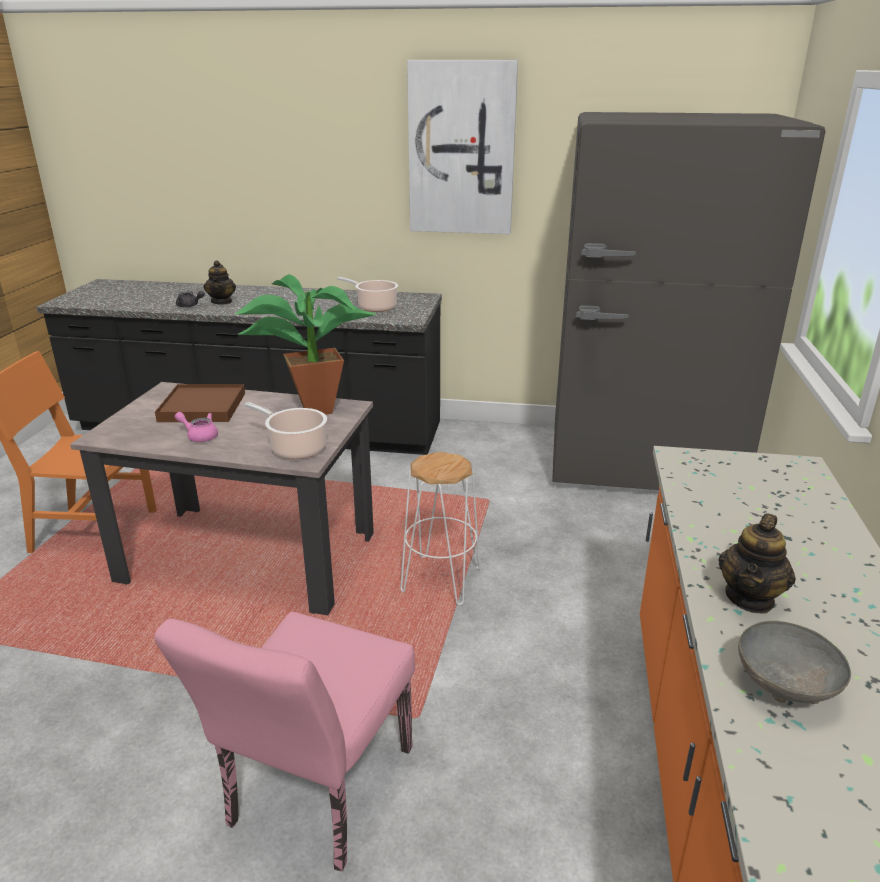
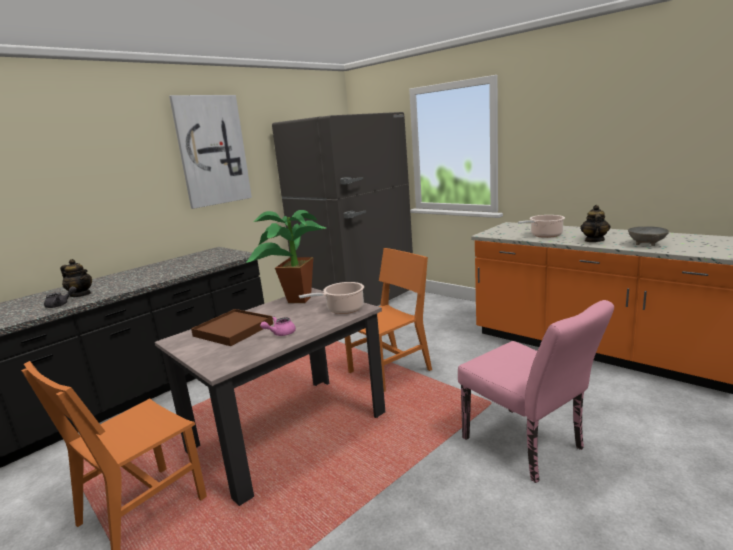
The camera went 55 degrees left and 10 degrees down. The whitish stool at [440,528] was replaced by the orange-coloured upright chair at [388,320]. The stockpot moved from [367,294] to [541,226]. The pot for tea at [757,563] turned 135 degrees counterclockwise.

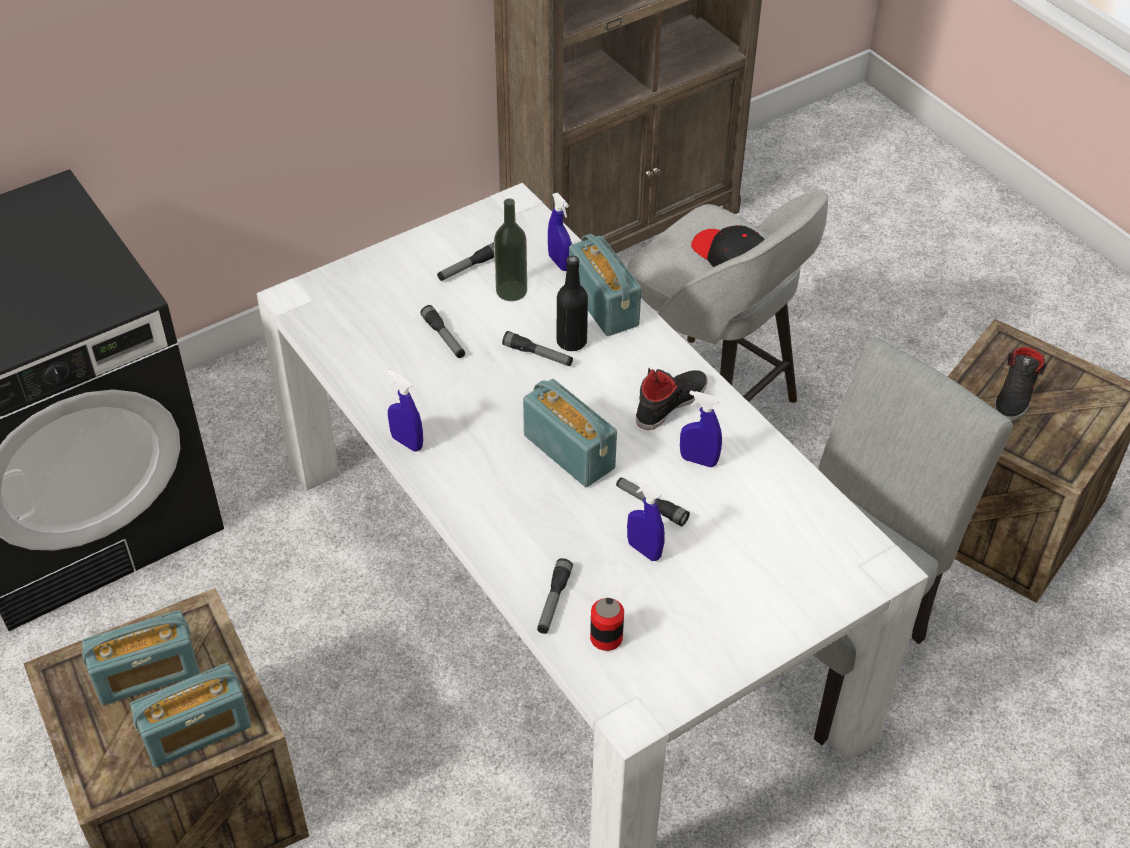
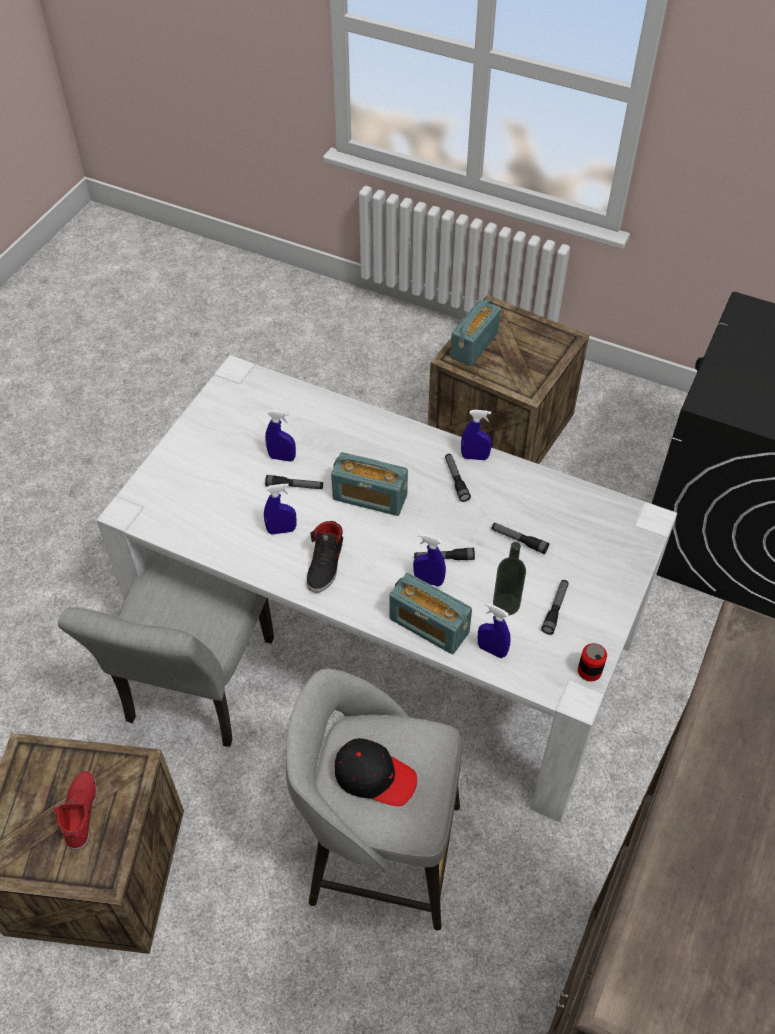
The camera went 150 degrees right and 5 degrees up. The black low shoe at [1020,384] became the red low shoe at [75,810]. The black beverage bottle at [572,303] was replaced by the blue-coloured hand sprayer at [429,560]. The hand torch moved from [555,596] to [458,478]. The sealed can moved from [607,624] to [592,662]. The radio at [140,657] disappeared.

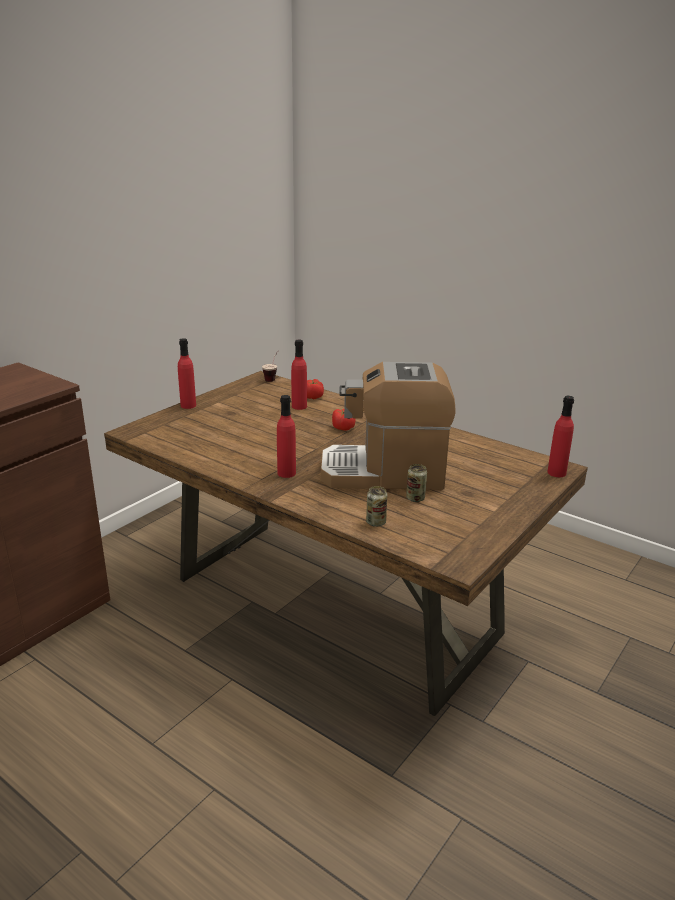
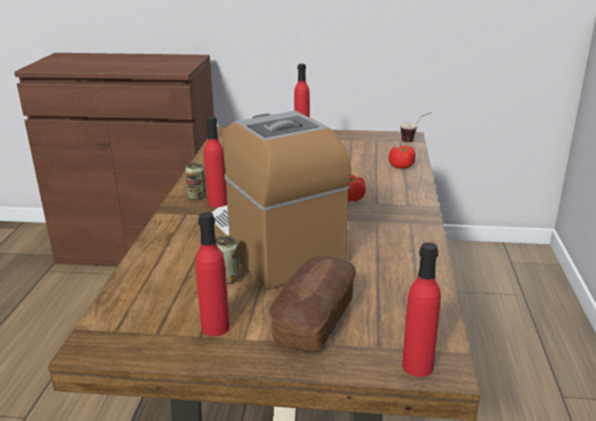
The camera went 60 degrees right and 0 degrees up. The sealed can moved from [376,506] to [195,181]. The red beverage bottle moved from [299,375] to [213,274]. The bakery bread at [313,304] appeared.

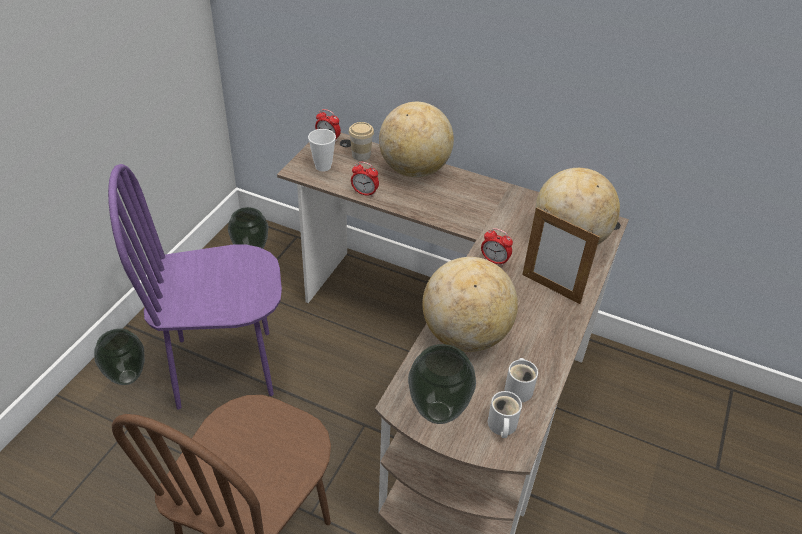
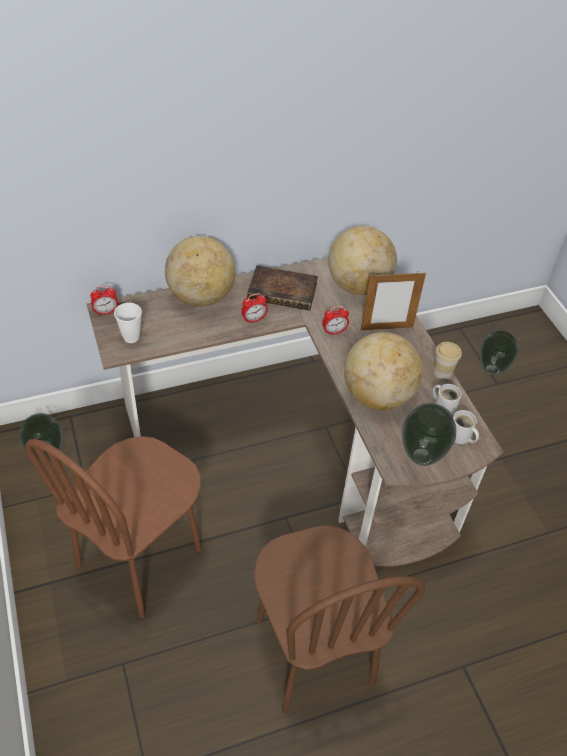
The camera went 45 degrees left and 5 degrees up. The purple-coloured upright chair at [195,287] became the brown-coloured upright chair at [113,527]. The alarm clock moved from [365,179] to [254,308]. The book at [282,288] appeared. The small cup moved from [361,141] to [447,361]. The flower vase moved from [119,356] to [499,352].

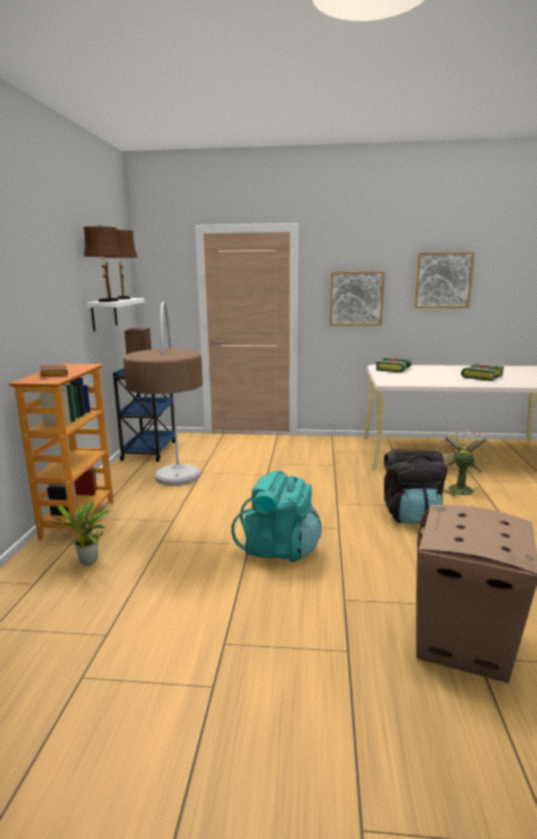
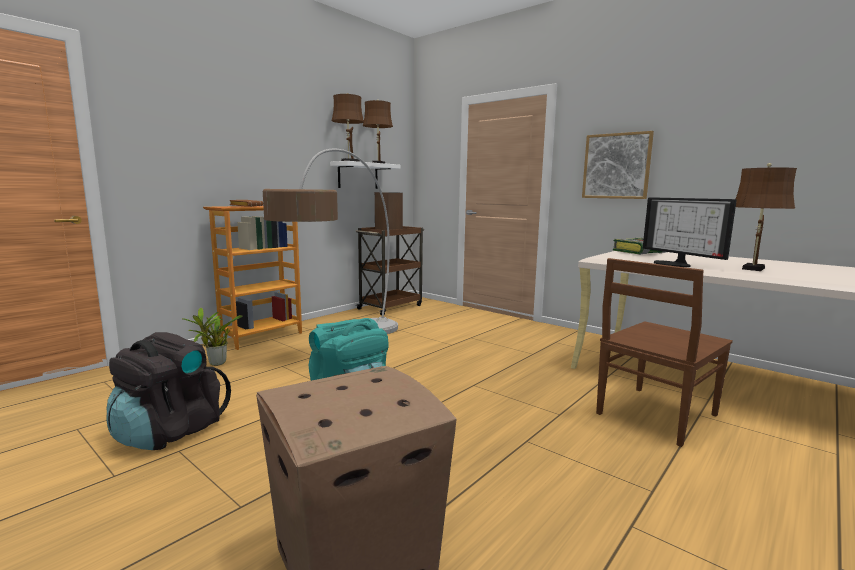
The camera went 35 degrees right and 5 degrees down. The black rucksack moved from [416,486] to [168,391]. The blue-coloured cart at [144,415] became the brown-coloured cart at [389,270]. The green cooling fan at [463,463] was replaced by the brown-coloured upright chair at [664,352]. The computer screen at [690,232] appeared. The book at [482,372] was replaced by the brown-coloured table lamp at [766,217]. The picture at [444,280] disappeared.

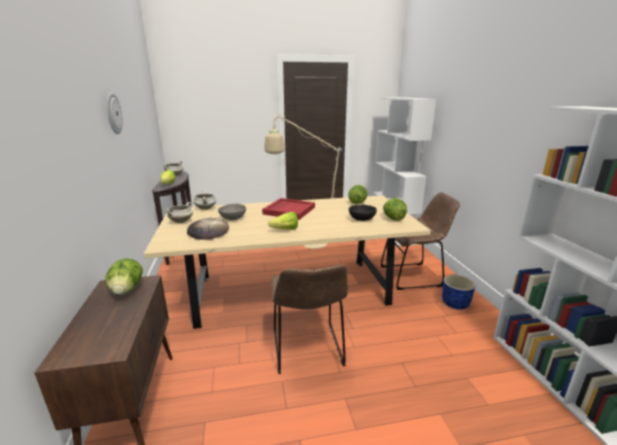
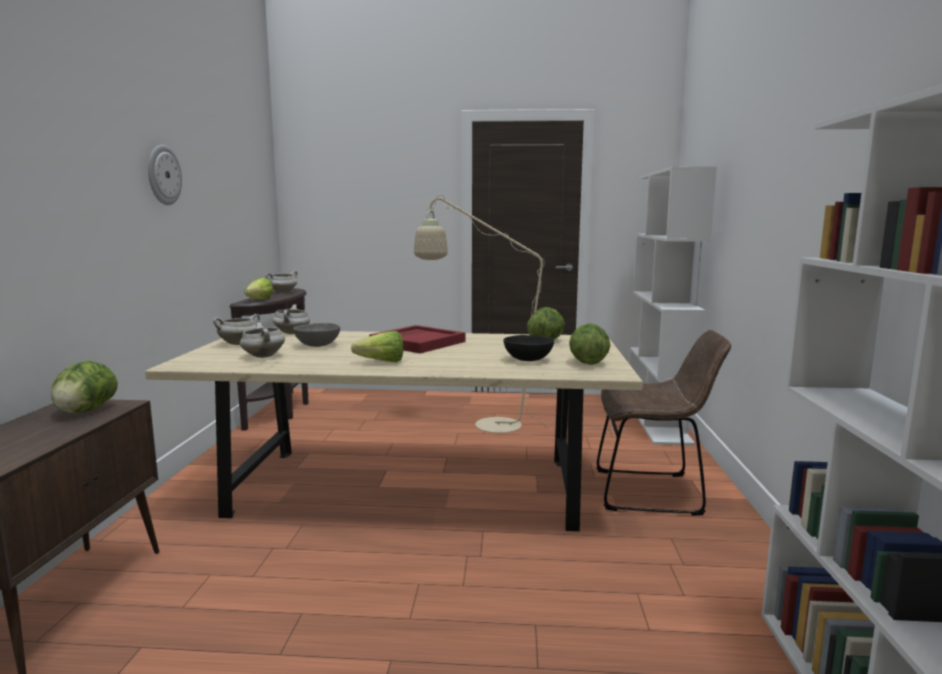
The camera went 15 degrees right and 10 degrees down. The bakery bread at [208,229] was replaced by the whitish stockpot at [262,340]. The brown-coloured upright chair at [309,319] disappeared. The blue-coloured planter at [459,292] disappeared.

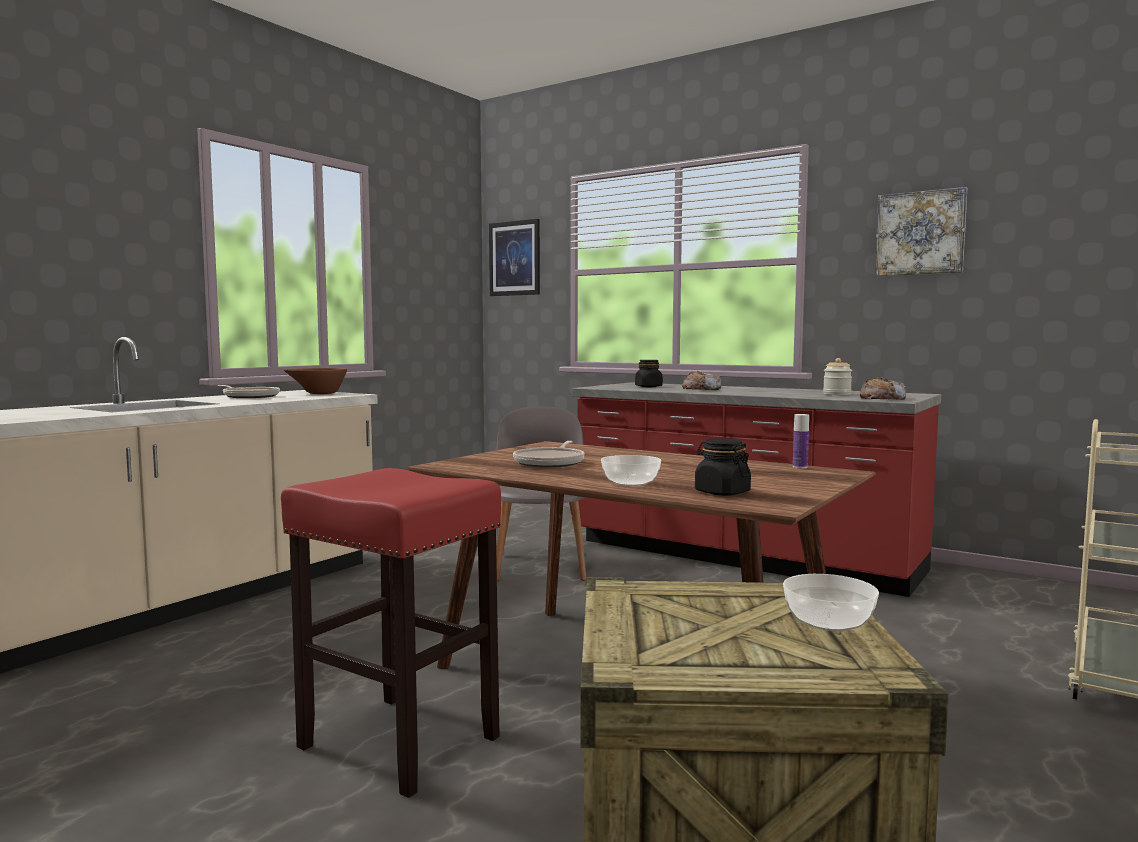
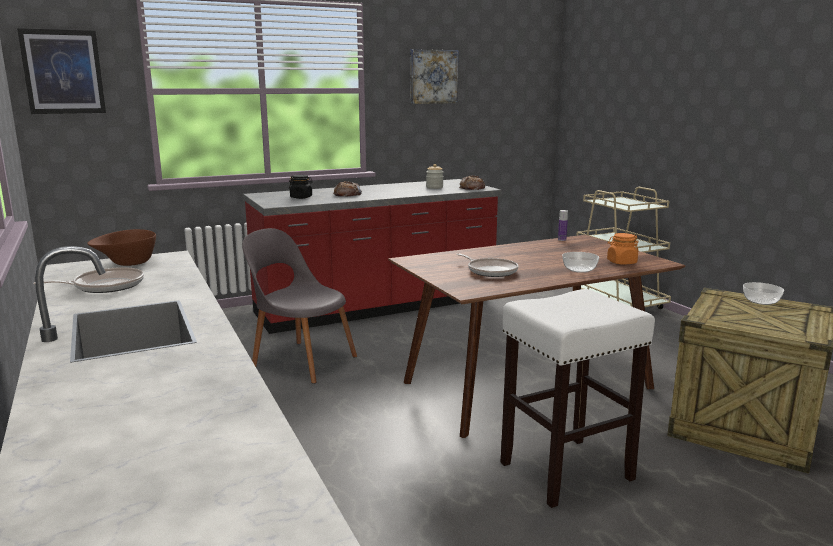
The camera went 60 degrees left and 10 degrees up. The red stool at [391,633] became the whitish stool at [578,398]. The black preserve jar at [723,467] became the orange-coloured preserve jar at [623,249].

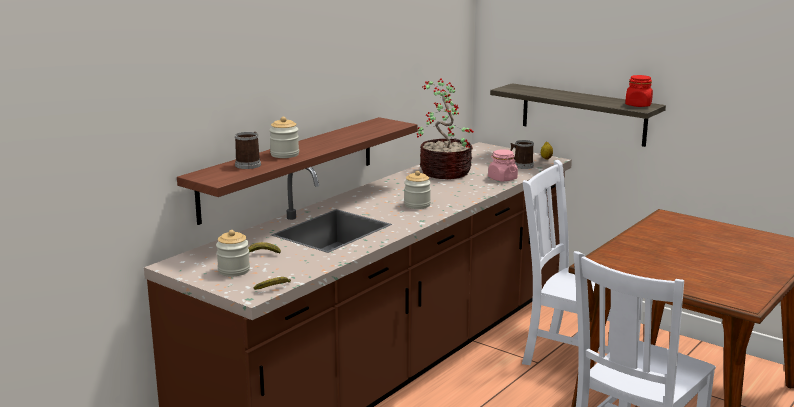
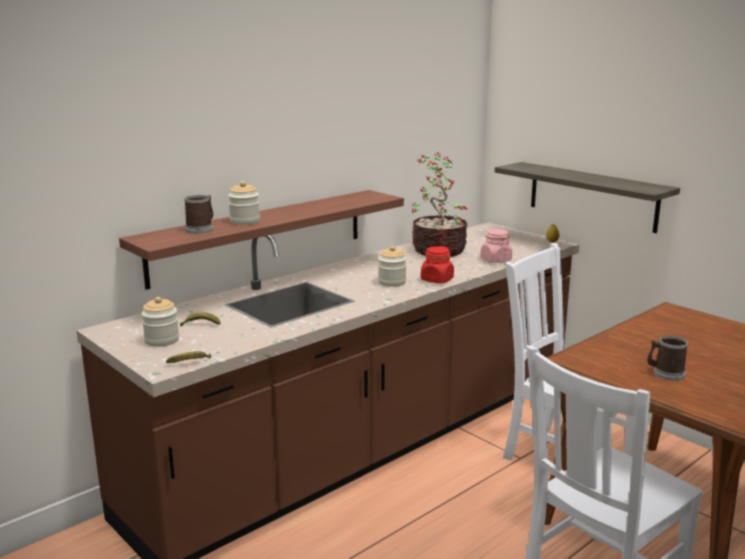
The camera went 10 degrees right and 0 degrees up. The red preserve jar moved from [639,91] to [437,264]. The coffee mug moved from [522,154] to [667,358].

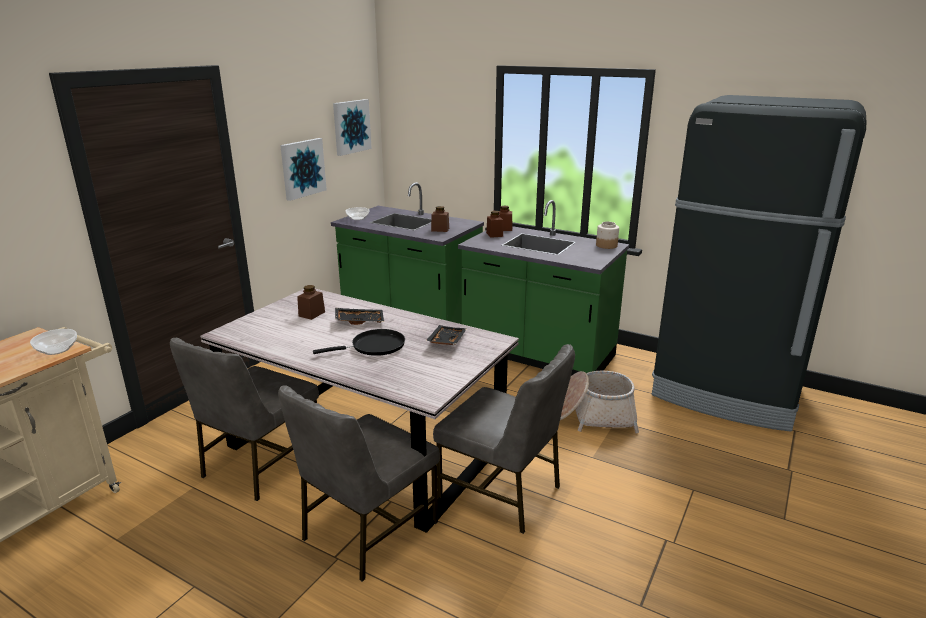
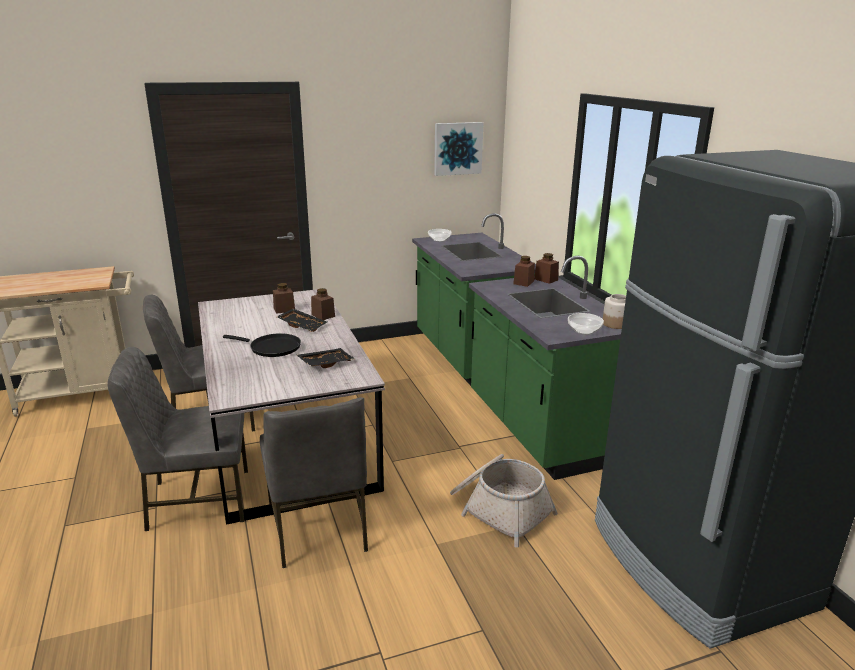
The camera went 40 degrees right and 0 degrees up. The brown-coloured preserve jar moved from [440,219] to [323,304]. The deep dish moved from [53,342] to [586,324]. The picture at [303,169] disappeared.

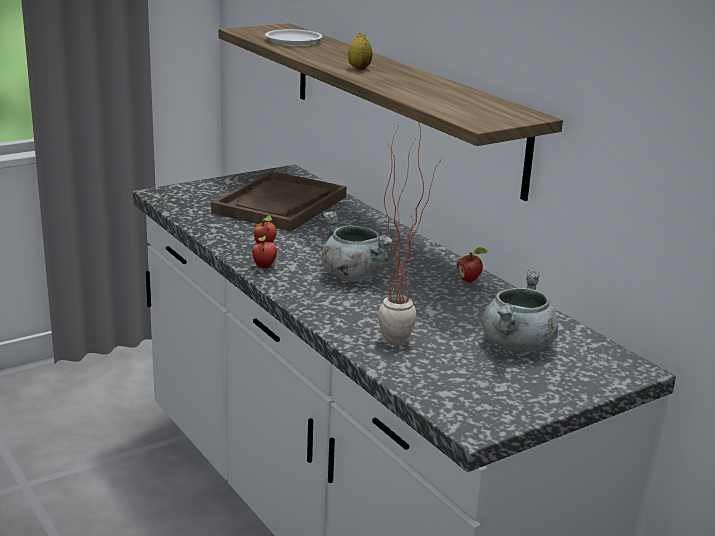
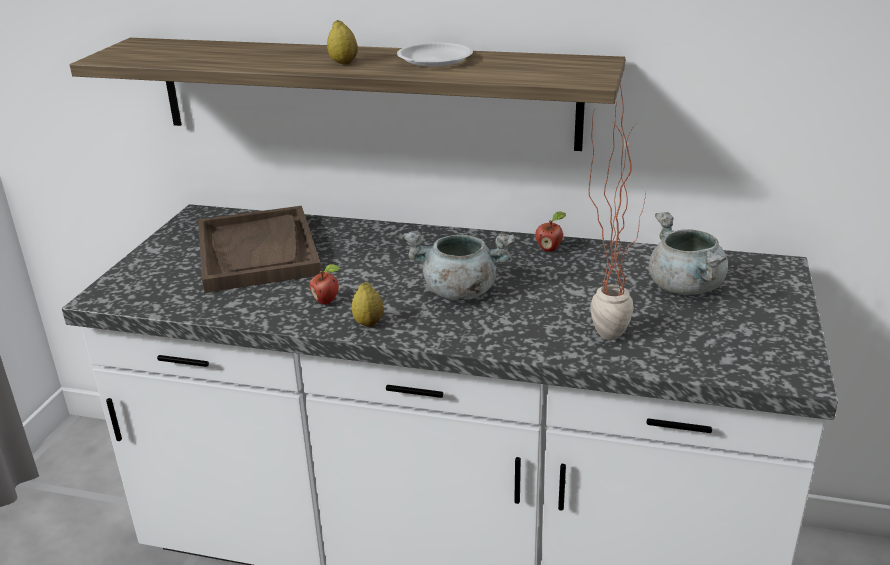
The camera went 40 degrees left and 5 degrees up. The apple fruit at [264,251] was replaced by the citrus fruit at [367,304]. The whitish flat dish moved from [294,37] to [435,54].

